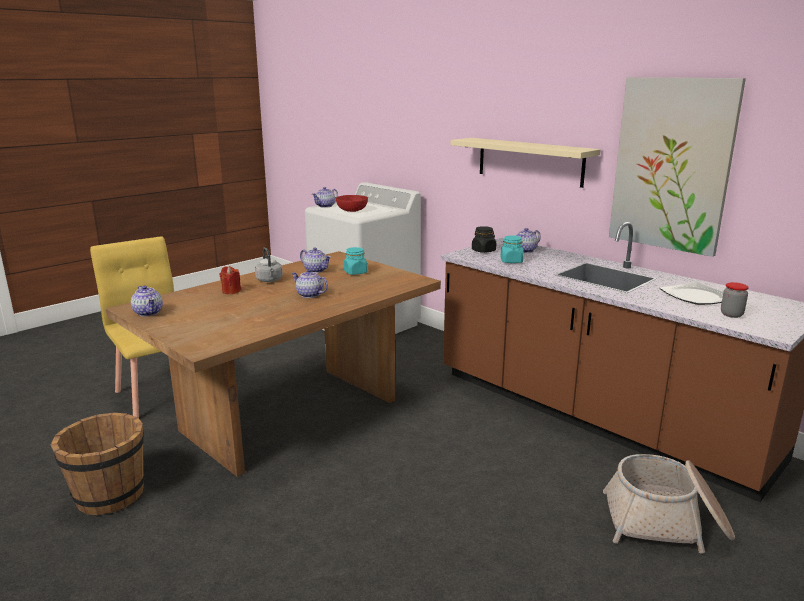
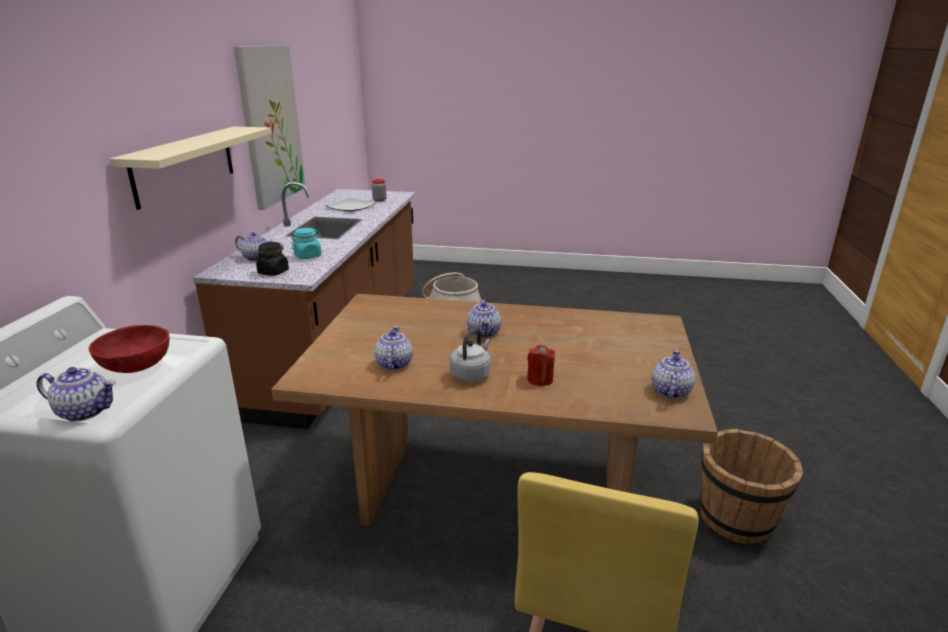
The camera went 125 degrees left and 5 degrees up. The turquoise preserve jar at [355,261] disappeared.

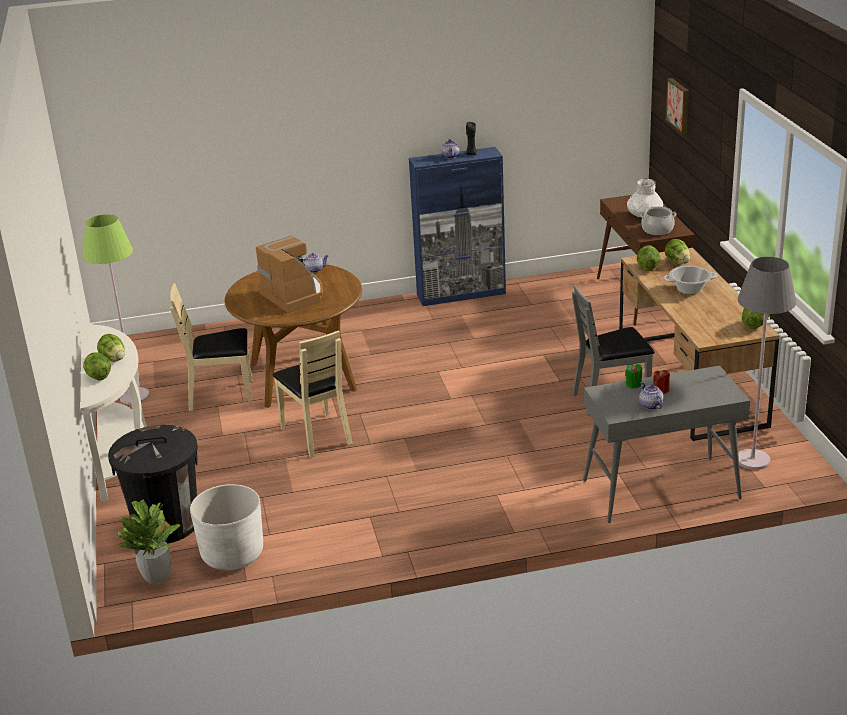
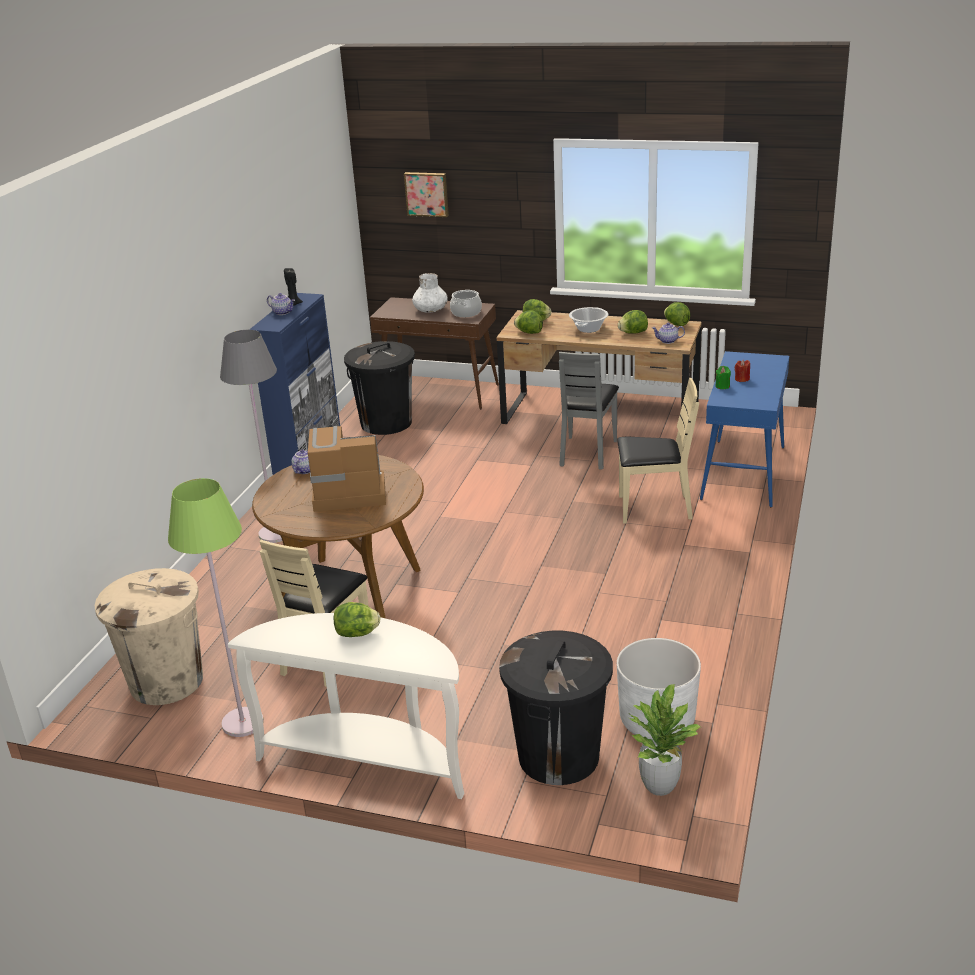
The camera went 60 degrees left and 0 degrees up. The beige-coloured waste bin at [149,636] appeared. The grey standard lamp moved from [767,363] to [251,436]. The black waste bin at [379,388] appeared. The beige-coloured upright chair moved from [312,394] to [658,451]. The lettuce head moved from [97,366] to [633,322]. The pot for tea moved from [651,396] to [668,333]. The grey narrow table at [666,444] became the blue-coloured narrow table at [744,429].

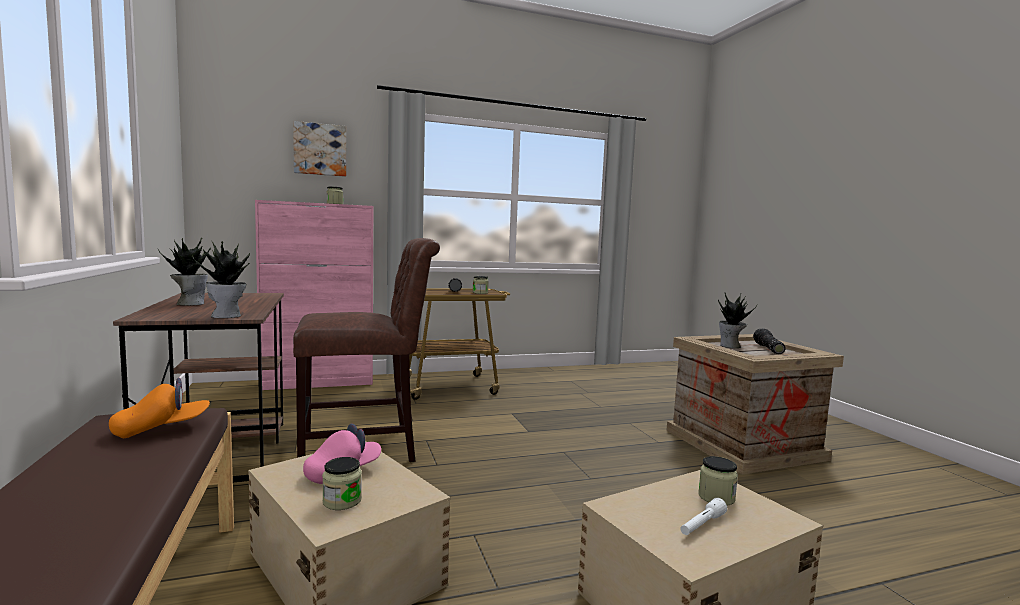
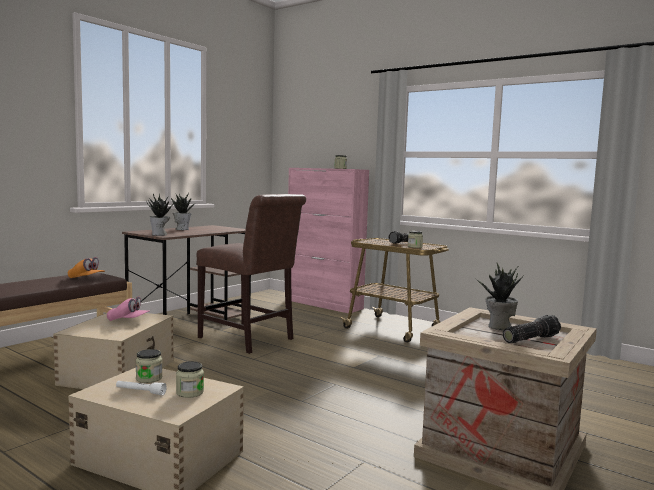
The camera went 55 degrees right and 0 degrees up. The preserve jar moved from [342,483] to [149,366]. The picture at [319,149] disappeared.

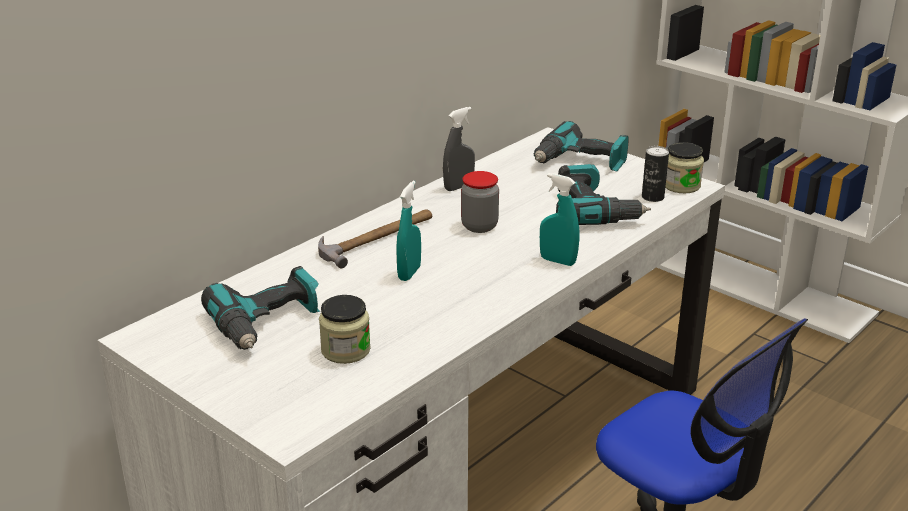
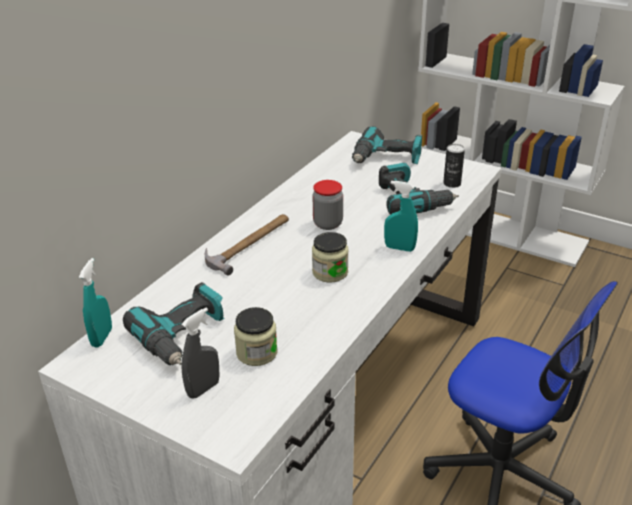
The camera went 10 degrees left and 5 degrees up. The turquoise hand sprayer moved from [408,231] to [95,302]. The grey hand sprayer moved from [459,149] to [200,353]. The preserve jar moved from [684,167] to [330,257].

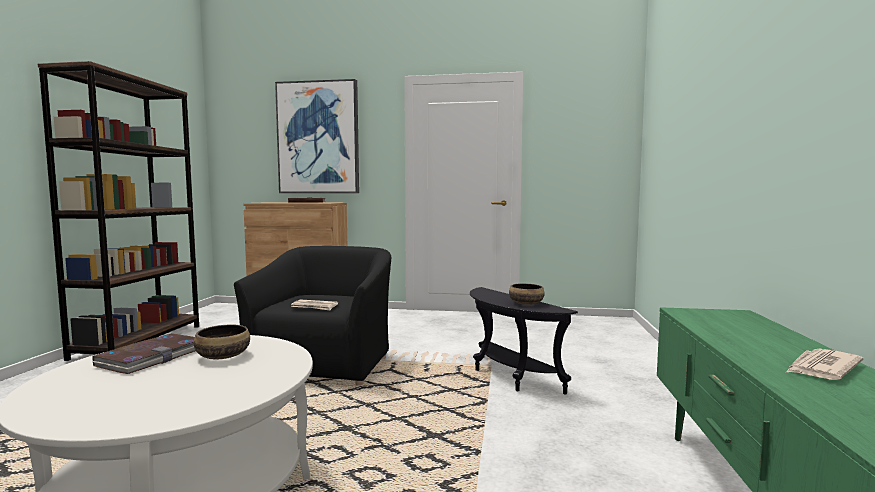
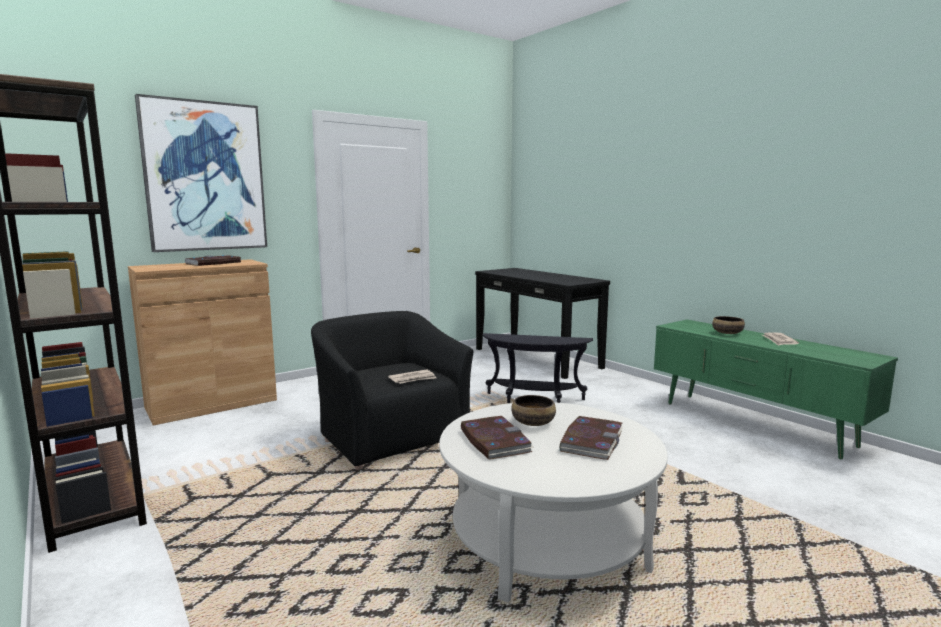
The camera went 45 degrees left and 5 degrees up. The black narrow table at [542,323] appeared. The book at [591,438] appeared. The deep dish moved from [527,294] to [728,325].

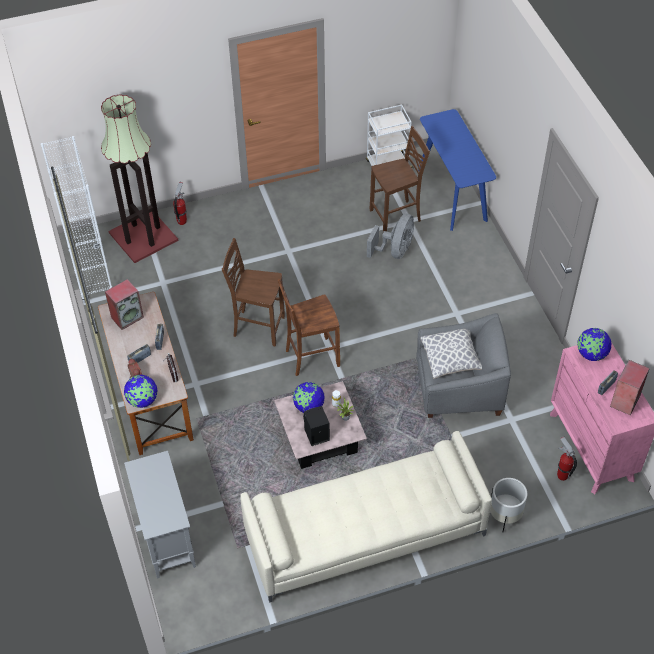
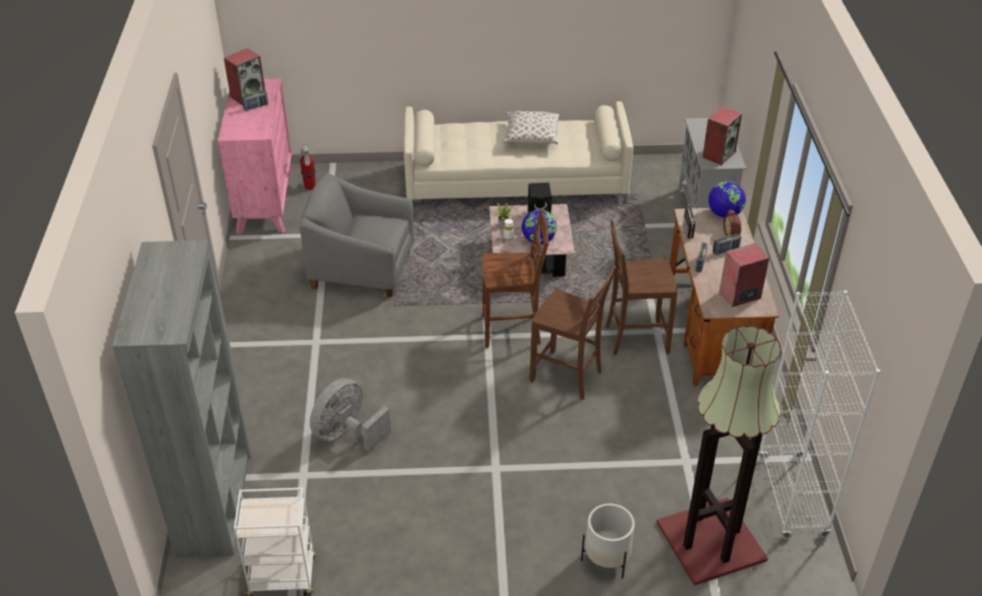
The camera went 165 degrees left and 10 degrees down. The blue-coloured narrow table at [457,170] was replaced by the grey bookcase at [182,399]. The cushion moved from [451,354] to [531,128]. The whitish planter moved from [508,505] to [608,541]. The brown-coloured upright chair moved from [400,179] to [642,287]. The speaker at [722,135] appeared. The fire extinguisher at [180,203] disappeared. The desk globe at [594,344] disappeared.

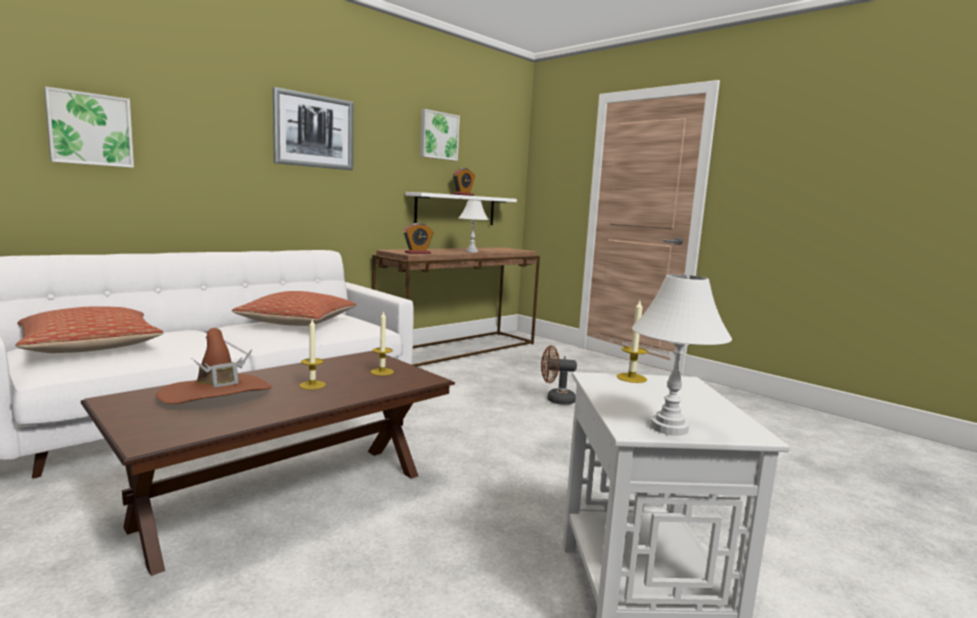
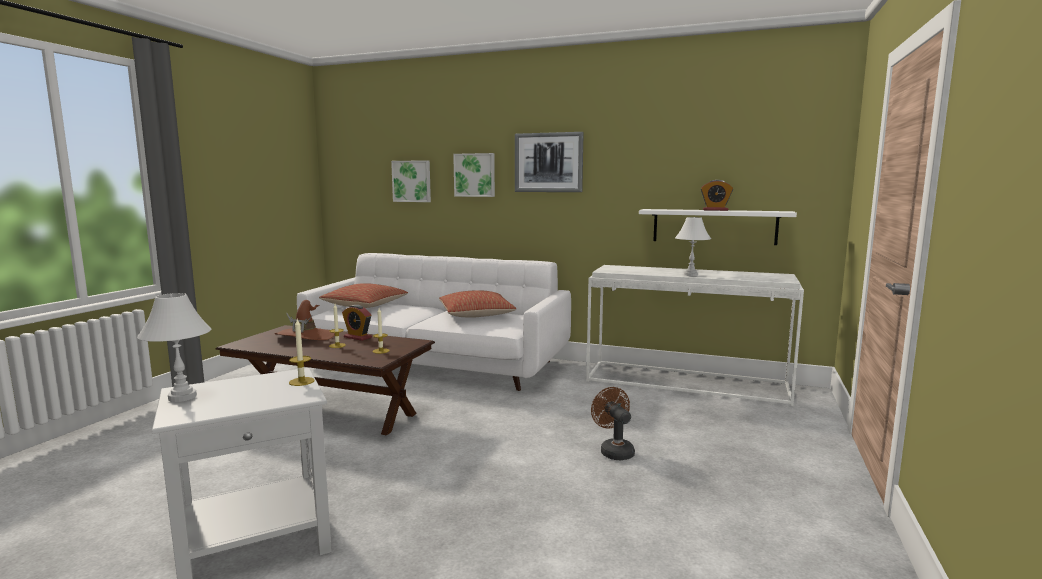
The camera went 65 degrees right and 0 degrees up. The alarm clock moved from [419,238] to [357,323]. The picture moved from [440,135] to [474,175]. The brown-coloured narrow table at [456,307] became the whitish narrow table at [695,335].

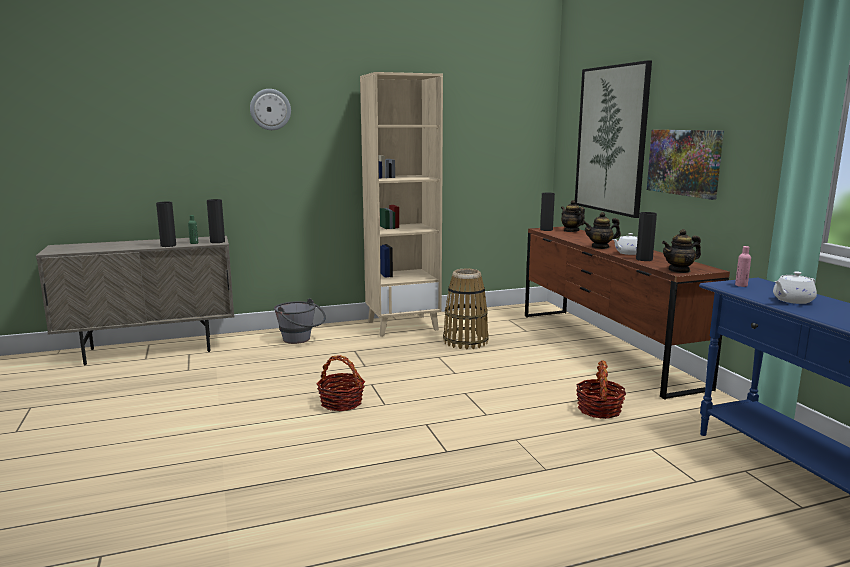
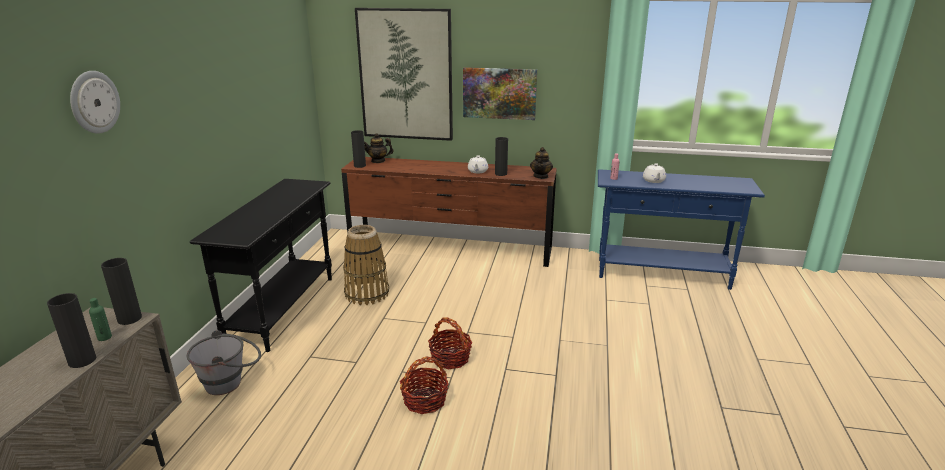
The camera went 60 degrees left and 10 degrees up. The beige-coloured bookcase at [401,204] was replaced by the black narrow table at [261,265]. The household basket moved from [601,389] to [450,343]. The pot for tea at [602,230] disappeared.

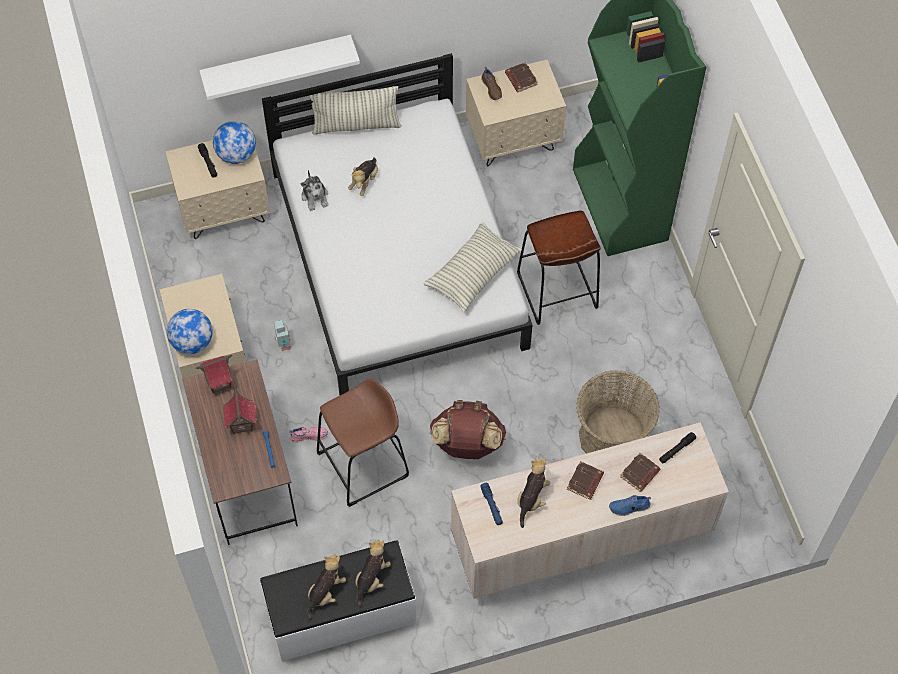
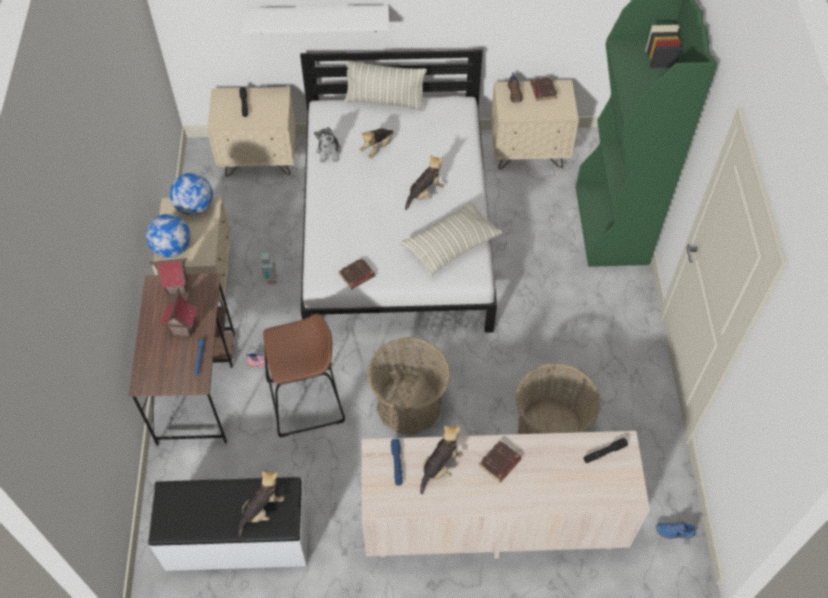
The camera went 15 degrees right and 5 degrees down. The desk globe moved from [234,142] to [191,194]. The brown-coloured book moved from [640,472] to [356,274]. The brown-coloured rucksack at [468,429] was replaced by the household basket at [408,386]. The soft toy moved from [326,587] to [424,182]. The blue-coloured low shoe moved from [630,505] to [677,530]. The brown-coloured stool at [559,268] disappeared.

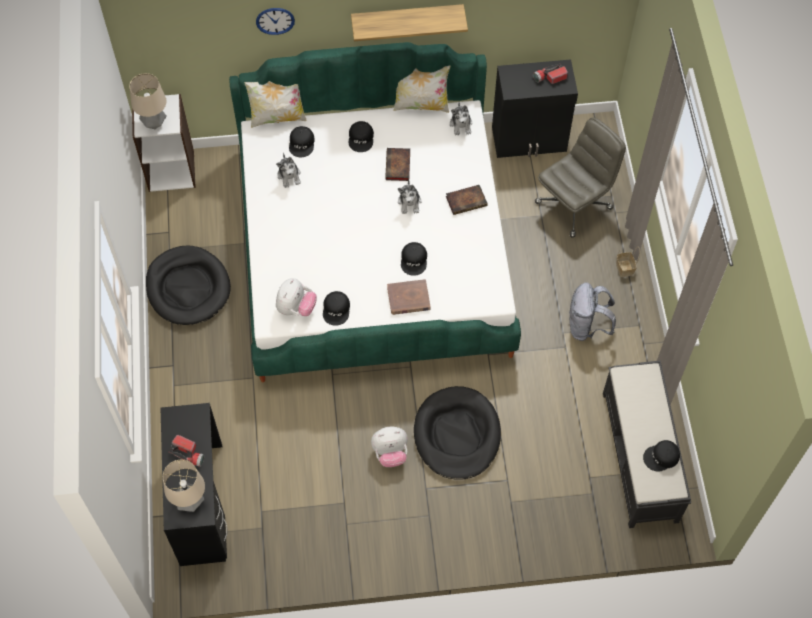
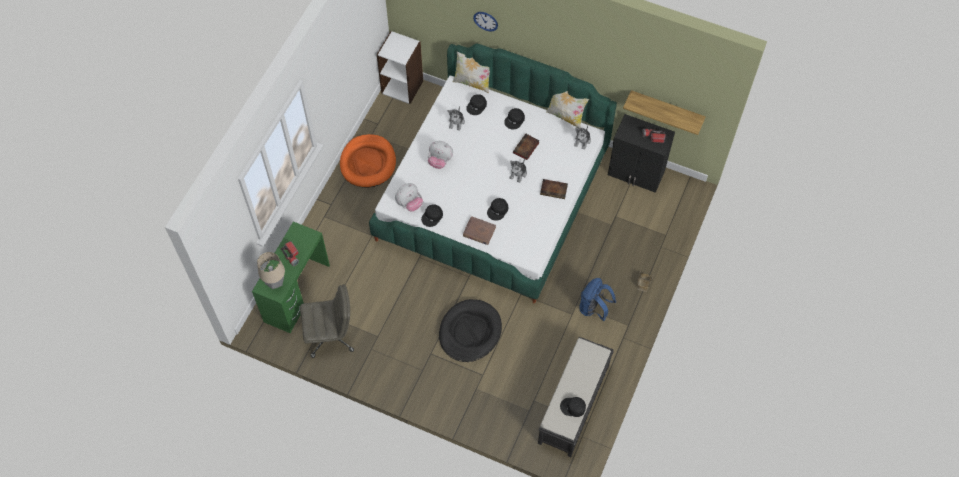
The camera went 30 degrees right and 0 degrees up. The black desk unit at [194,484] became the green desk unit at [291,277]. The grey office chair moved from [580,177] to [327,321]. The black pet bed at [188,285] became the orange-coloured pet bed at [368,161]. The soft toy moved from [389,447] to [440,155]. The grey rucksack at [592,311] became the blue-coloured rucksack at [597,299]. The wall shelf moved from [409,22] to [664,112]. The table lamp at [147,101] disappeared.

